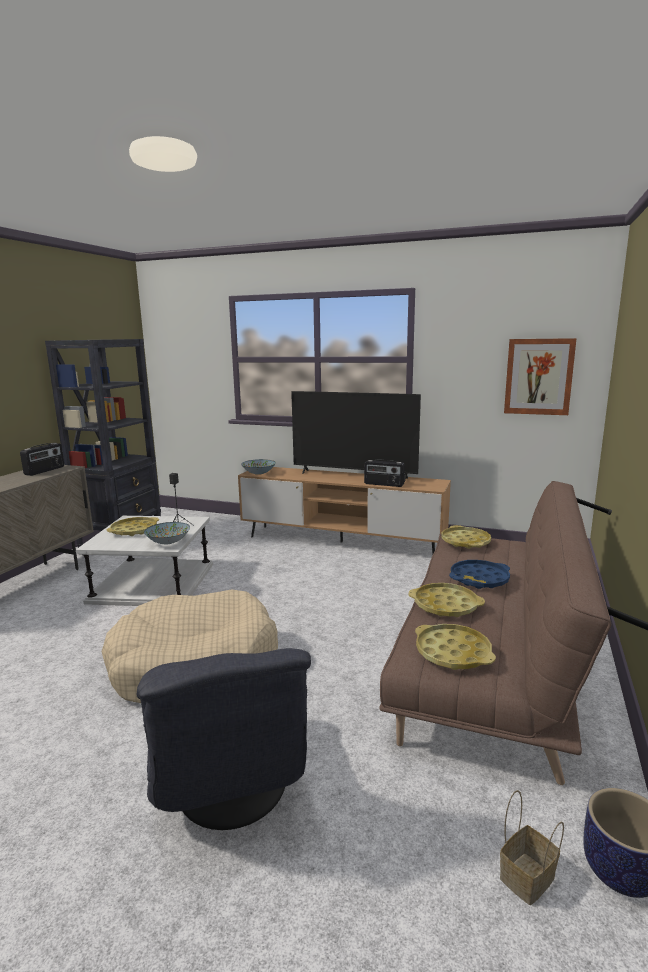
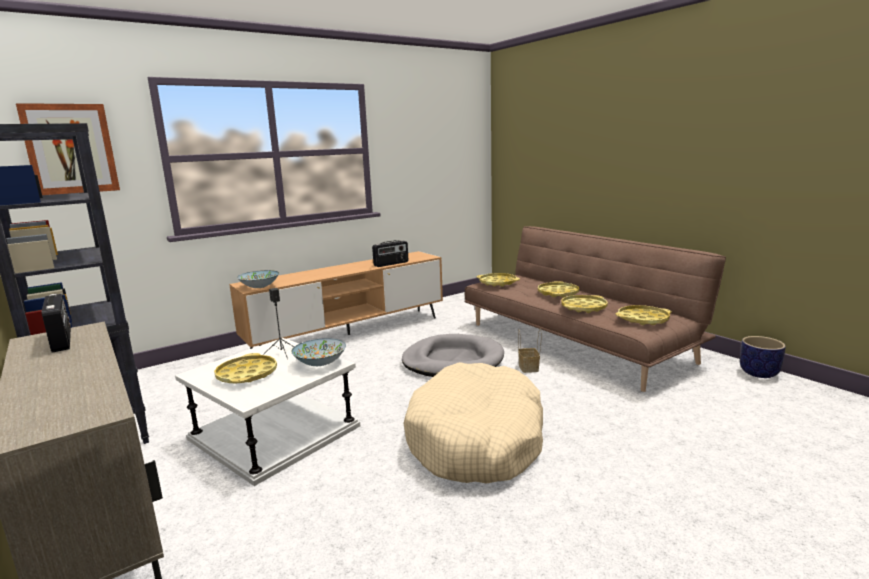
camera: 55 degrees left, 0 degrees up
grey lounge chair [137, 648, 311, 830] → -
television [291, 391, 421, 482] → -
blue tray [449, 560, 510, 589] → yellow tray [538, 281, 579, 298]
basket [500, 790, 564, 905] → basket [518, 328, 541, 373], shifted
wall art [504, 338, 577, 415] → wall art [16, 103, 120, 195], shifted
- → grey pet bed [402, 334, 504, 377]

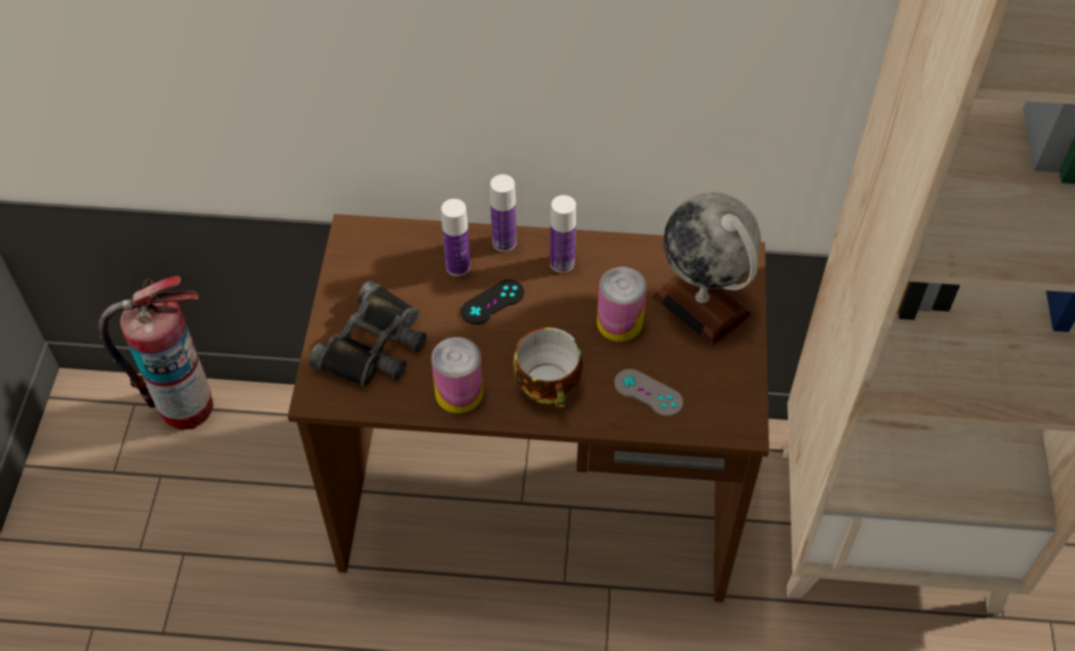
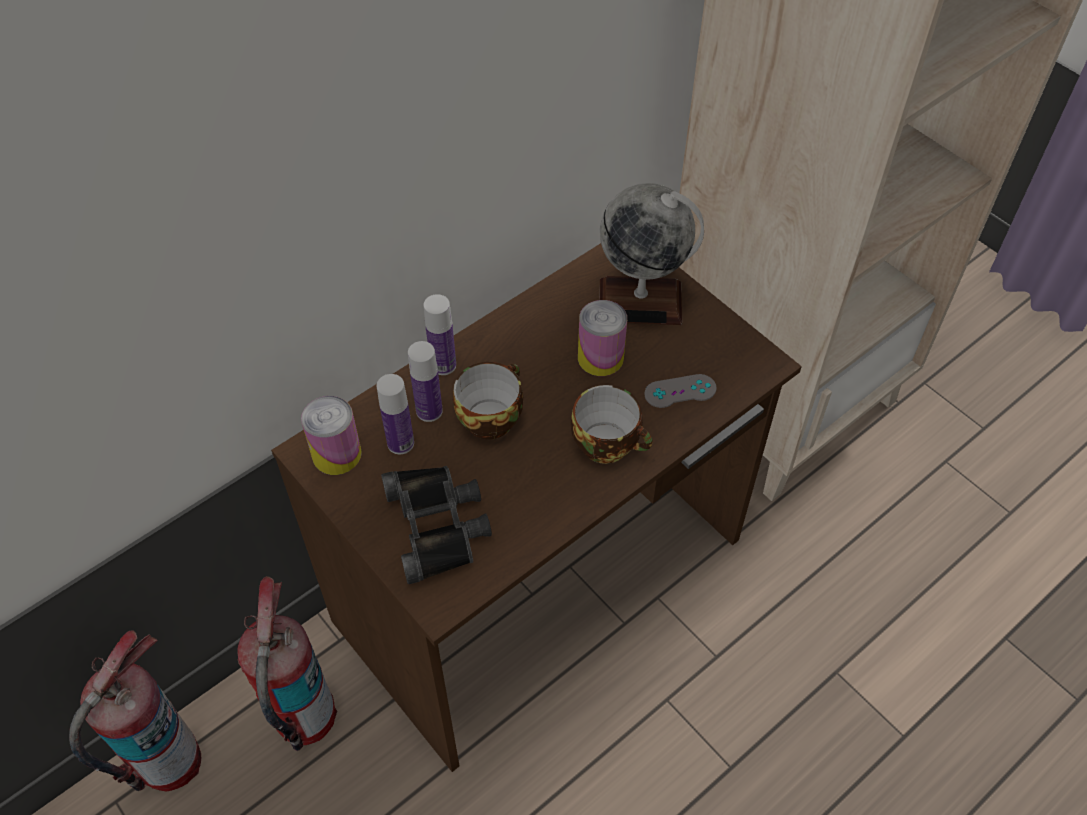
camera: 45 degrees left, 0 degrees up
metal can [431, 337, 483, 413] → metal can [301, 396, 362, 475], shifted
black-coloured game controller [461, 279, 524, 325] → cup [453, 362, 523, 440]
beverage bottle [550, 195, 576, 273] → beverage bottle [377, 374, 414, 454], shifted
- → fire-fighting cylinder [237, 576, 337, 751]

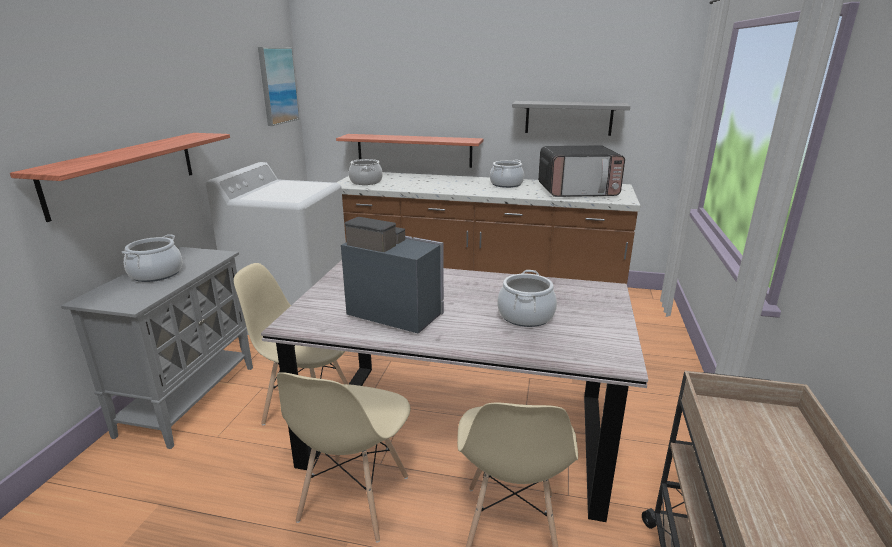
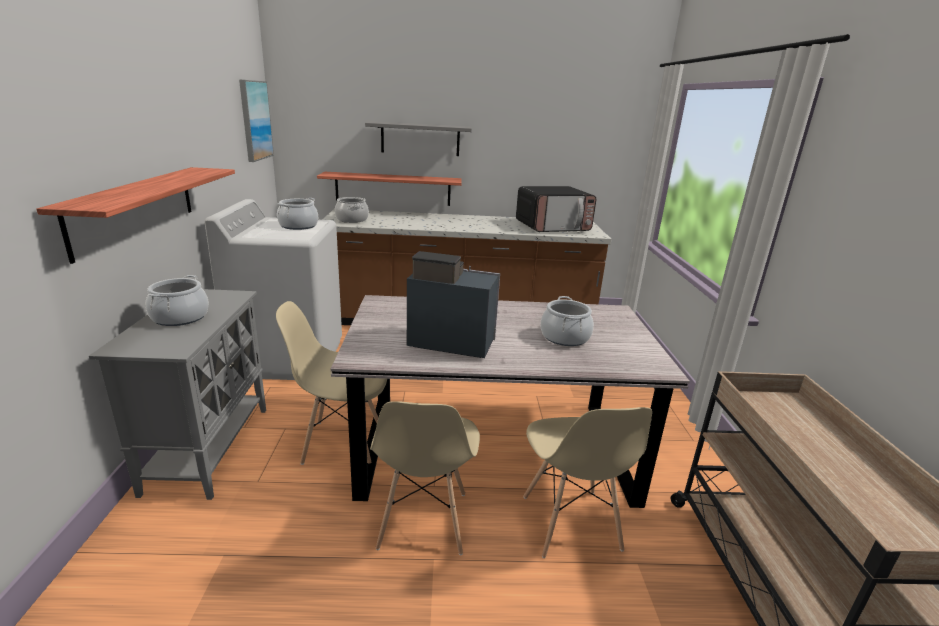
camera: 15 degrees left, 0 degrees up
cooking pot [490, 160, 524, 188] → cooking pot [277, 198, 318, 230], shifted
grey bracket shelf [512, 101, 630, 136] → grey bracket shelf [365, 121, 472, 156], shifted

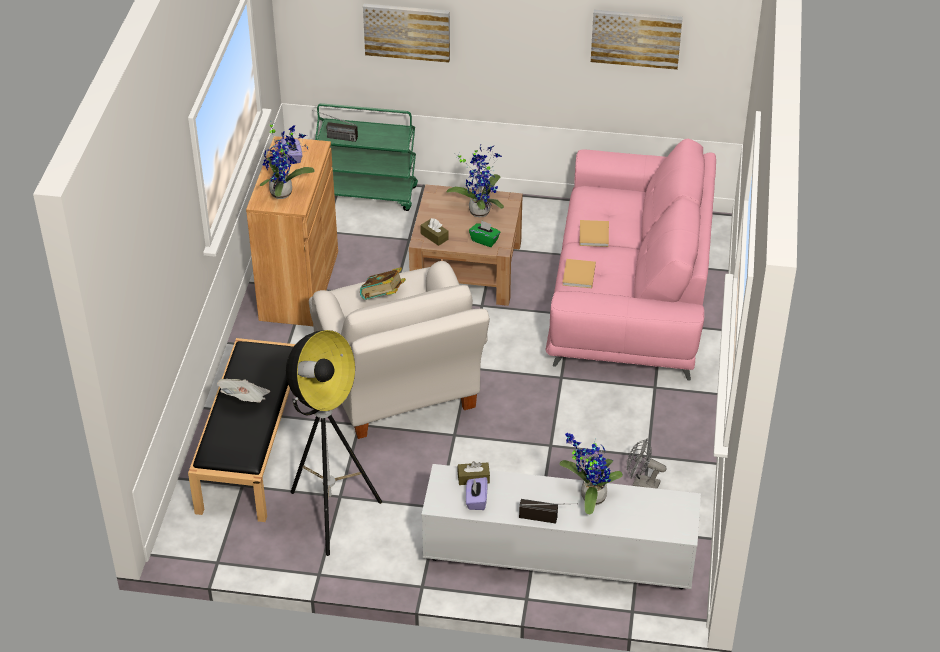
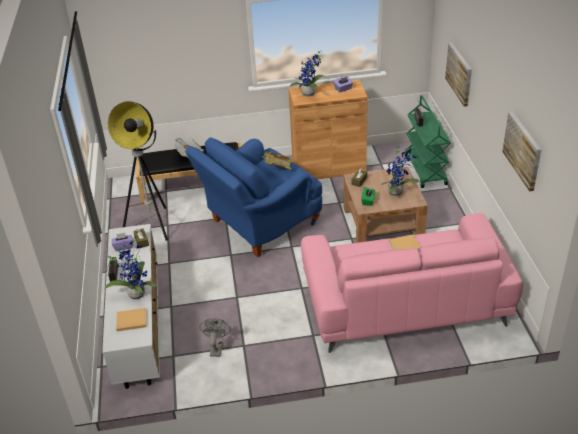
camera: 75 degrees right, 5 degrees down
whitish lounge chair [309, 261, 490, 439] → blue lounge chair [185, 137, 322, 257]
beige volume [562, 259, 596, 288] → beige volume [116, 308, 146, 331], shifted

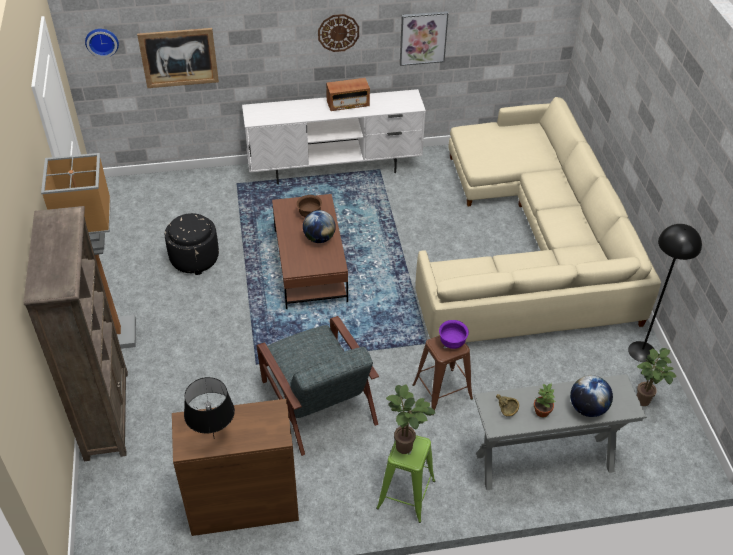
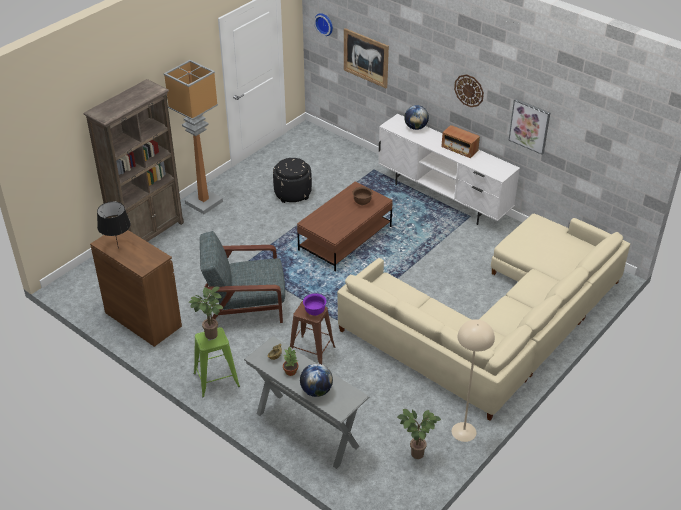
camera: 50 degrees right, 5 degrees down
grey lounge chair [257, 316, 379, 456] → grey lounge chair [200, 231, 285, 323], 60 degrees clockwise
globe [303, 210, 336, 243] → globe [404, 105, 429, 130], shifted
black-coloured standing lamp [628, 224, 702, 362] → beige standing lamp [452, 319, 495, 442]

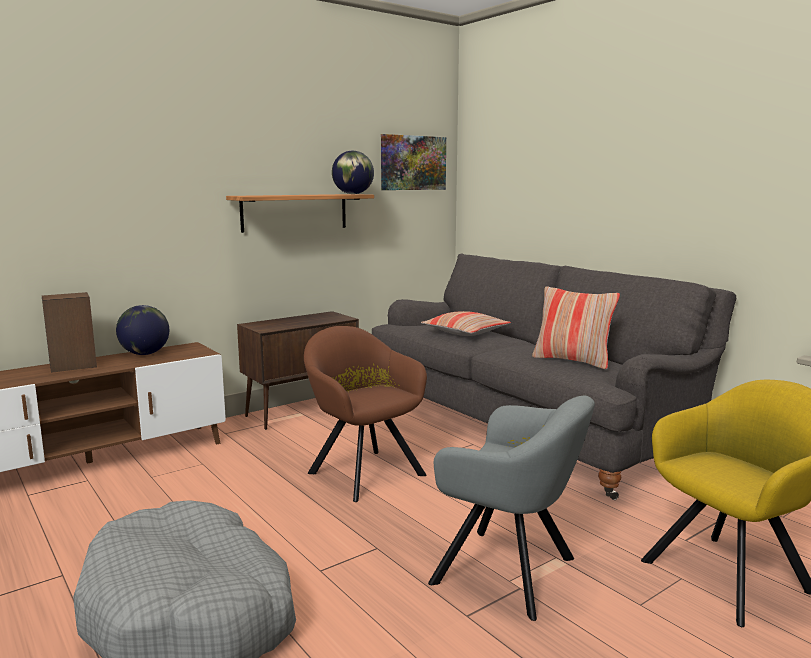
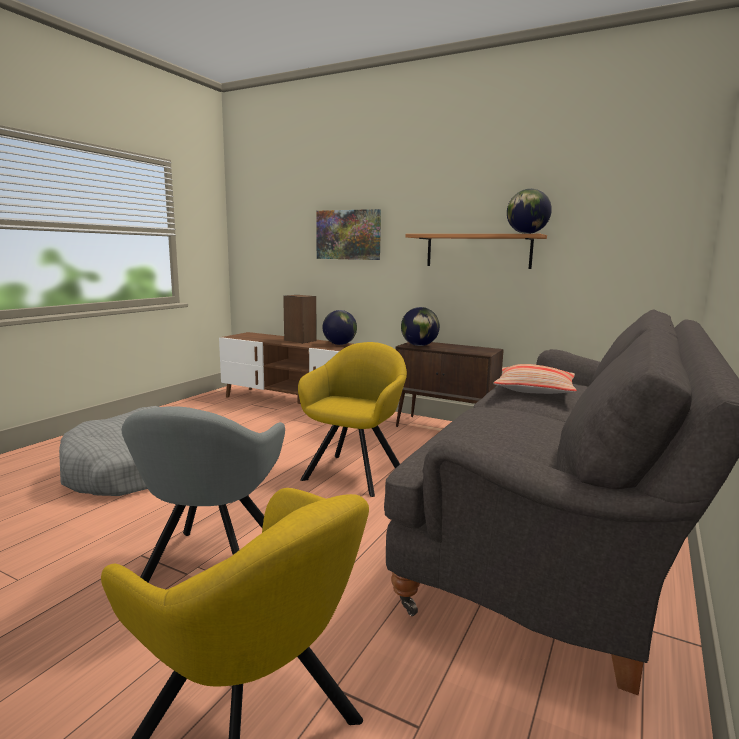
camera: 65 degrees right, 0 degrees up
brown lounge chair [304, 326, 427, 502] → yellow lounge chair [298, 342, 407, 497]
wall art [381, 134, 446, 190] → wall art [316, 209, 381, 260], shifted
cushion [532, 286, 620, 369] → -
- → globe [401, 307, 440, 346]

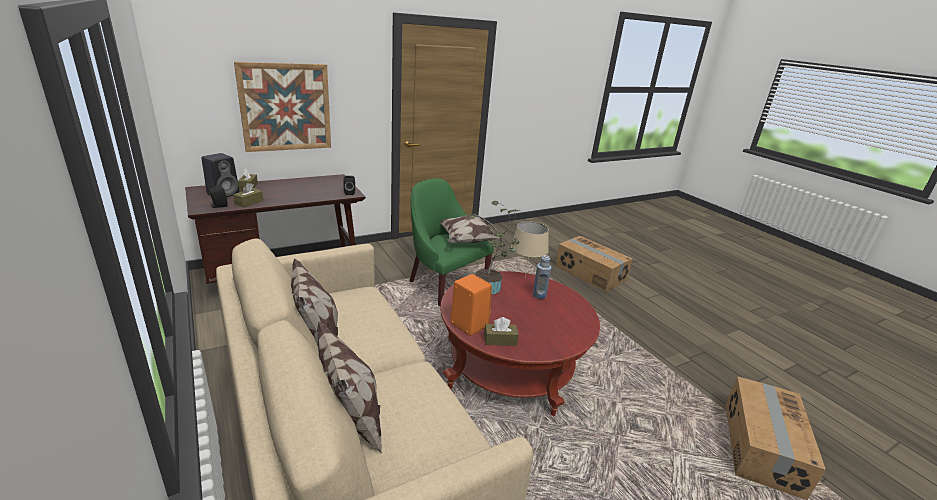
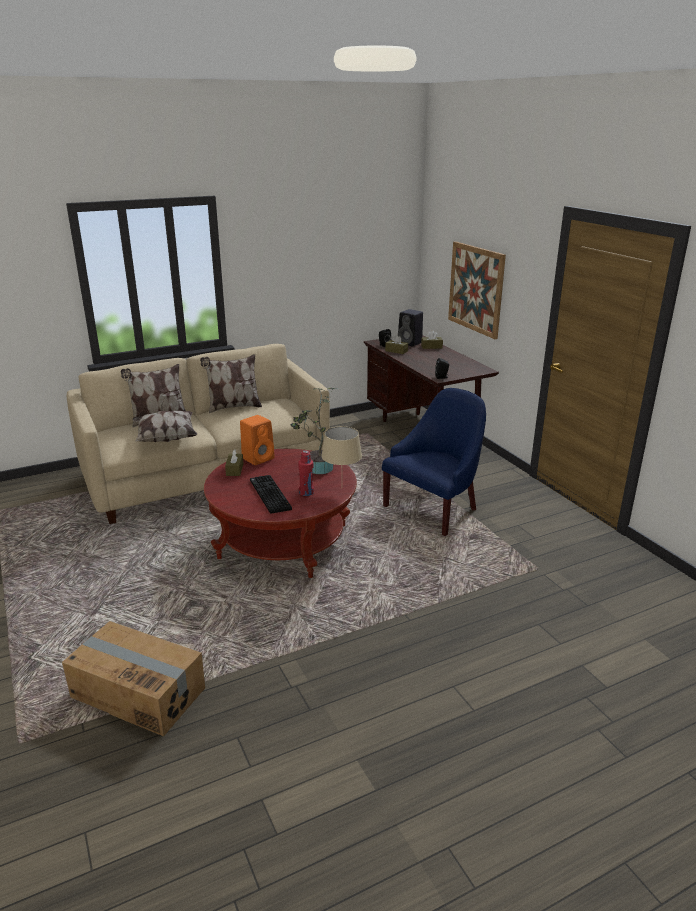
camera: 95 degrees right, 0 degrees up
green-coloured lounge chair [409, 178, 494, 306] → blue lounge chair [382, 388, 486, 536]
cushion [441, 215, 500, 243] → cushion [133, 411, 198, 442], shifted
blue beverage bottle [533, 255, 551, 299] → red-coloured beverage bottle [298, 450, 314, 496]
cardboard box [556, 236, 633, 292] → -
- → computer keyboard [250, 475, 292, 514]

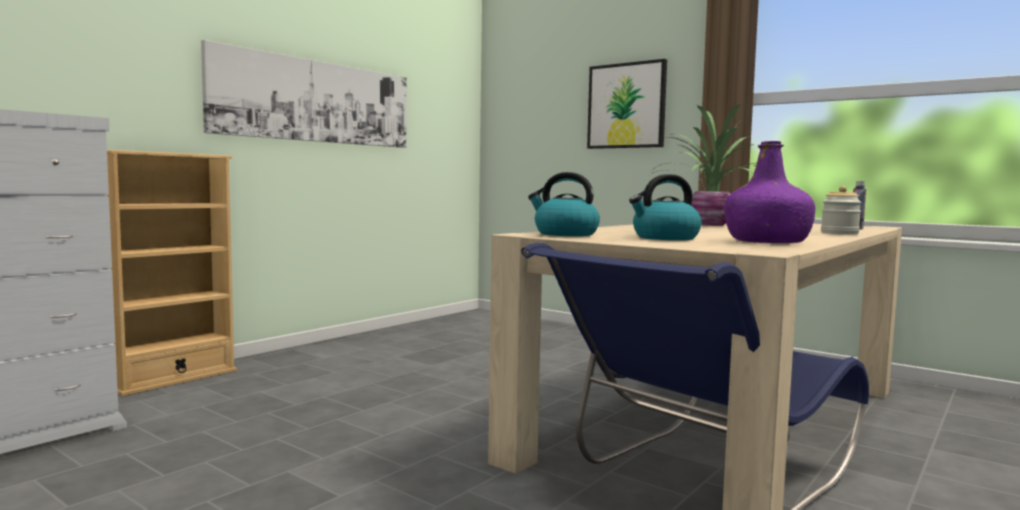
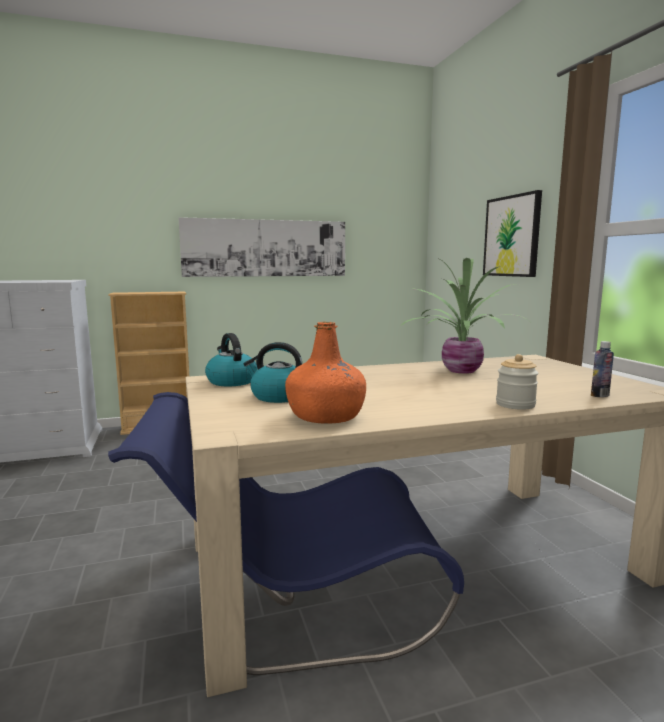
camera: 35 degrees right, 5 degrees up
purple beverage bottle [724, 141, 815, 243] → orangey beverage bottle [285, 321, 366, 424]

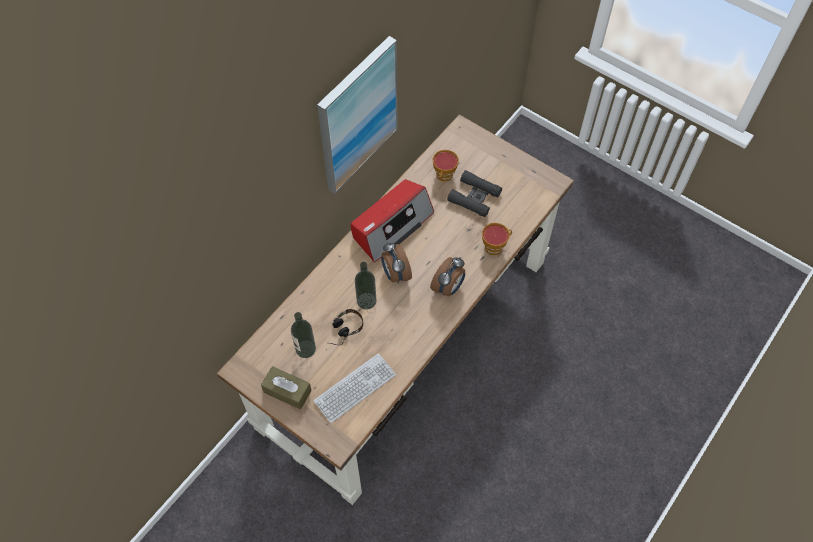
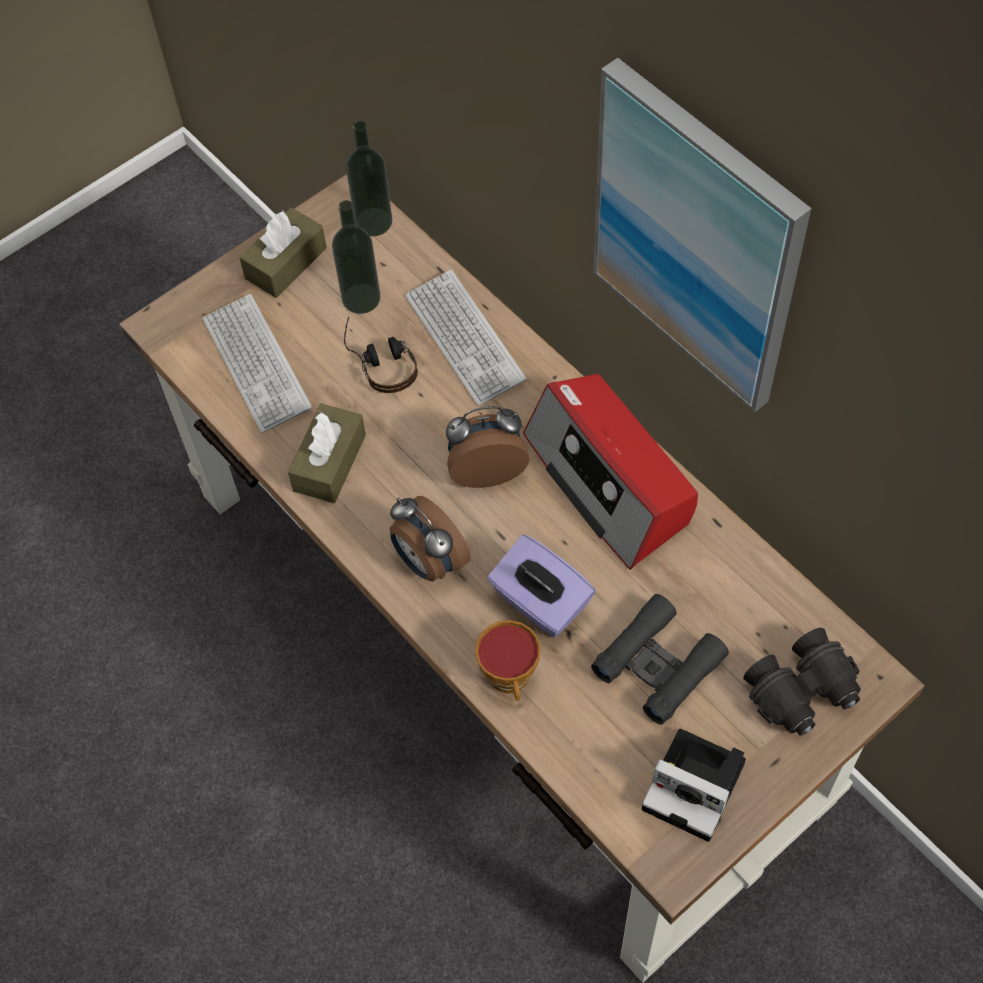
camera: 105 degrees right, 0 degrees up
beverage bottle [355, 262, 376, 310] → beverage bottle [346, 121, 392, 236], shifted
cup [432, 150, 459, 182] → -
- → brown tissue box [288, 404, 366, 503]
- → computer keyboard [405, 270, 527, 406]
- → purple tissue box [487, 535, 595, 638]
- → photo camera [642, 729, 746, 842]
- → black-coloured binoculars [743, 628, 861, 736]

